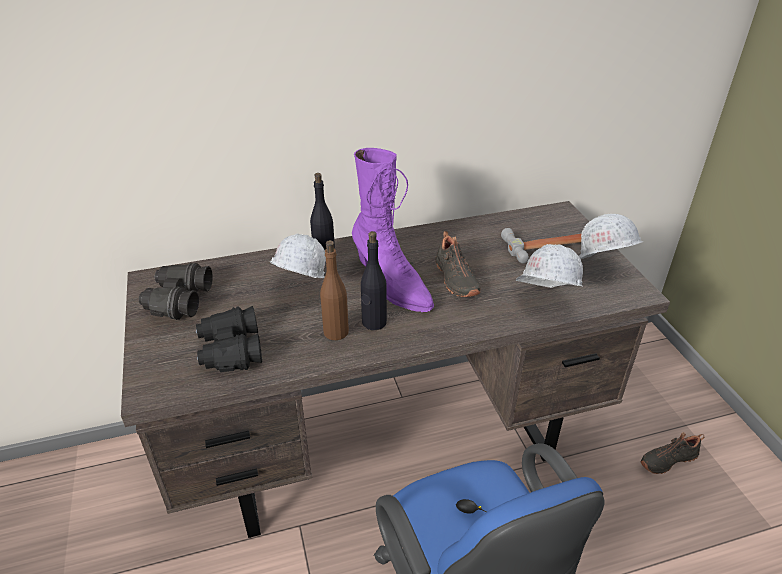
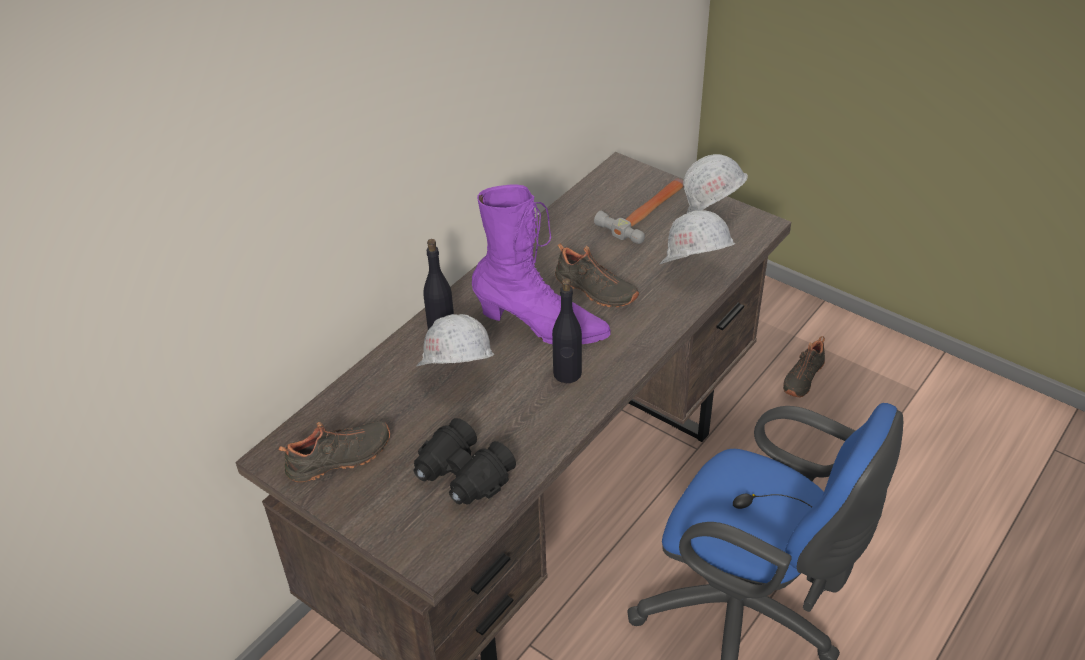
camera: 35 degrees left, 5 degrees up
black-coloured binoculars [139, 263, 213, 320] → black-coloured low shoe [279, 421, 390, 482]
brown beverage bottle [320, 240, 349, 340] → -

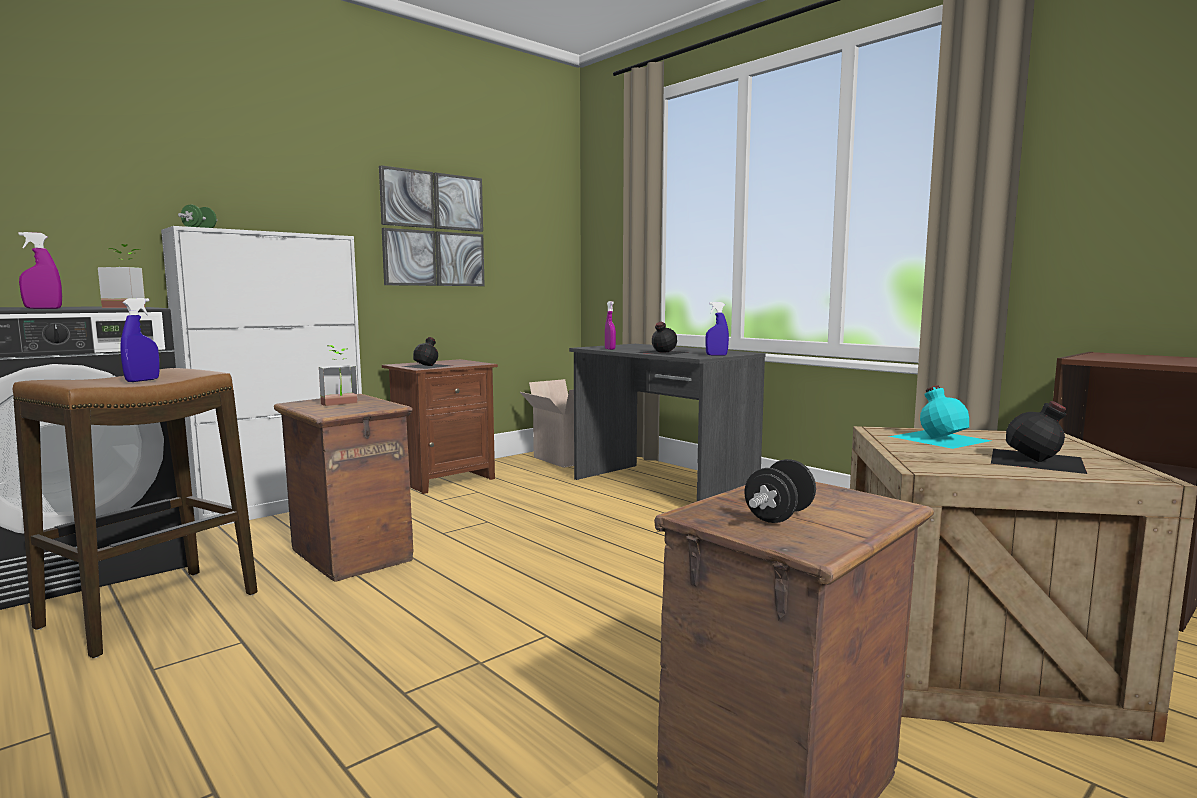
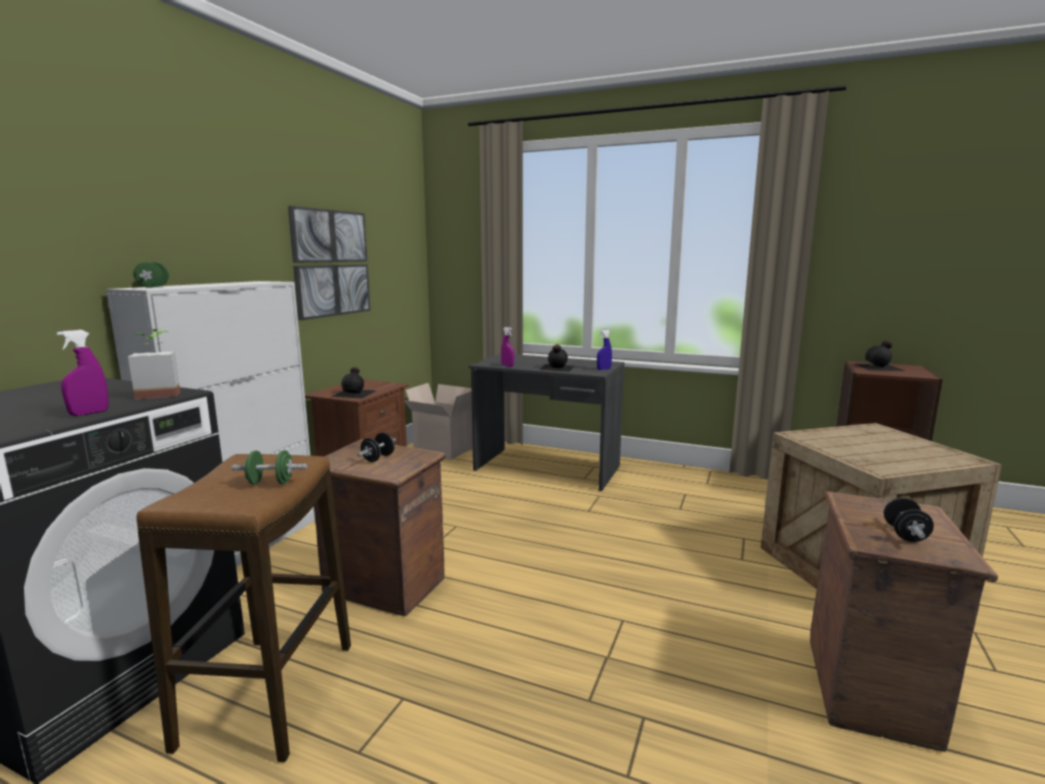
camera: 25 degrees left, 5 degrees up
blue hand sprayer [120, 298, 159, 382] → green-coloured free weight [231, 450, 307, 485]
plant in a pot [319, 345, 358, 406] → black-coloured free weight [357, 432, 396, 462]
turquoise beverage bottle [889, 385, 991, 449] → -
black-coloured beverage bottle [991, 401, 1087, 474] → black-coloured beverage bottle [854, 341, 905, 371], shifted

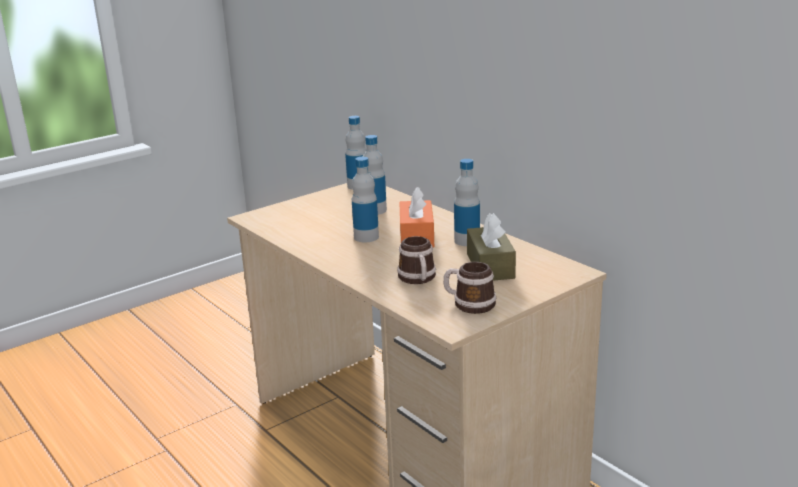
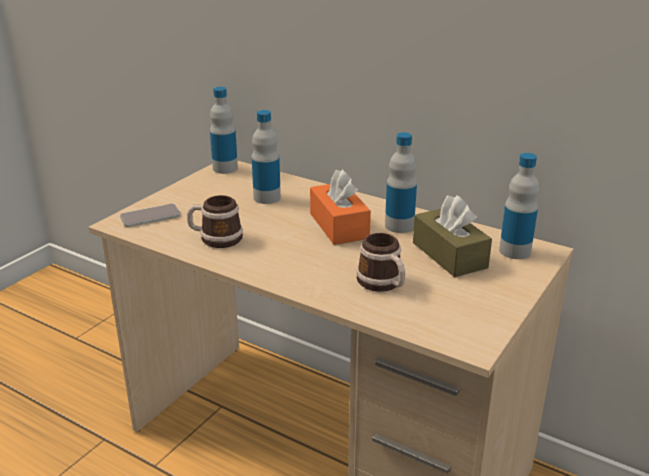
camera: 20 degrees left, 5 degrees up
beverage bottle [352, 157, 379, 242] → beverage bottle [499, 153, 539, 259], shifted
tea mug [444, 262, 496, 314] → tea mug [187, 195, 243, 248], shifted
- → phone [120, 204, 181, 227]

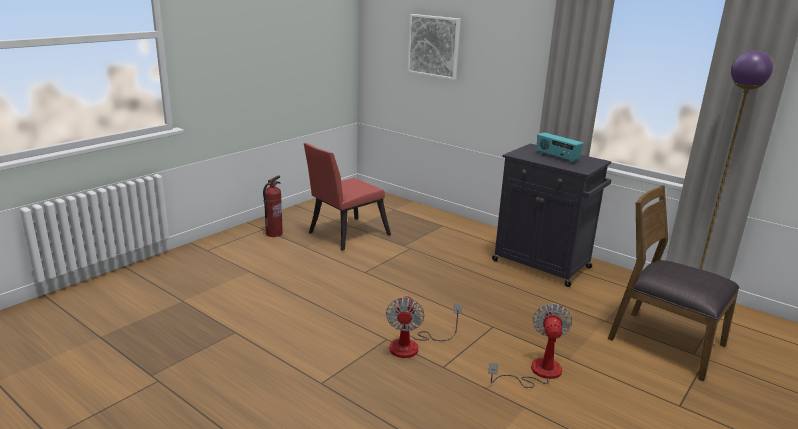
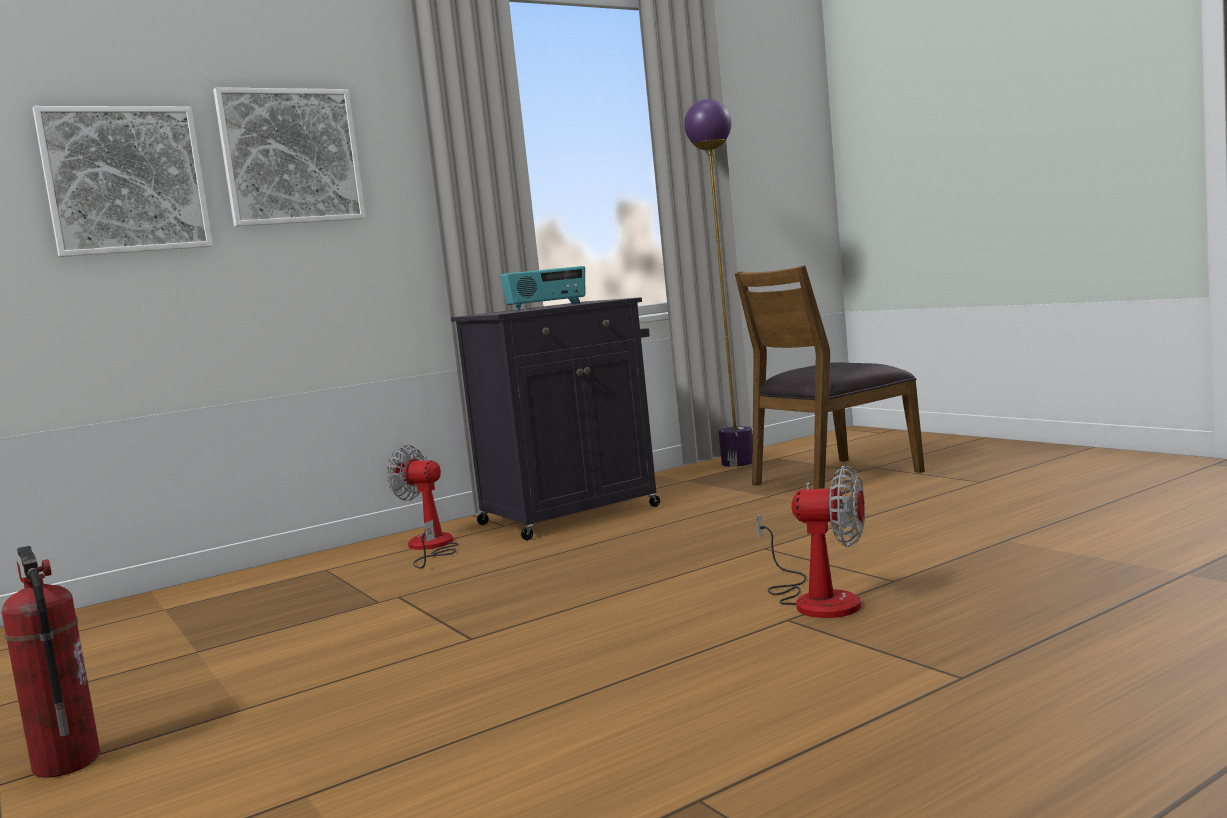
camera: 70 degrees left, 15 degrees down
red-coloured chair [304, 143, 391, 251] → -
cooling fan [488, 303, 572, 388] → cooling fan [386, 445, 458, 569], shifted
- → wall art [213, 87, 366, 227]

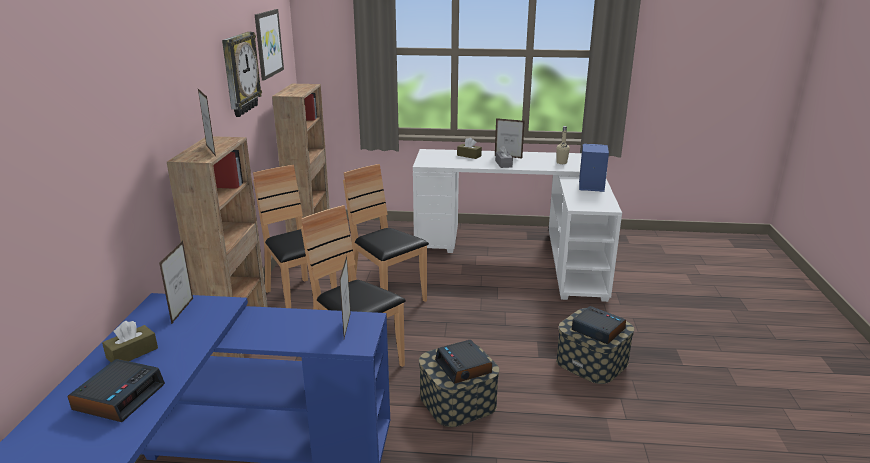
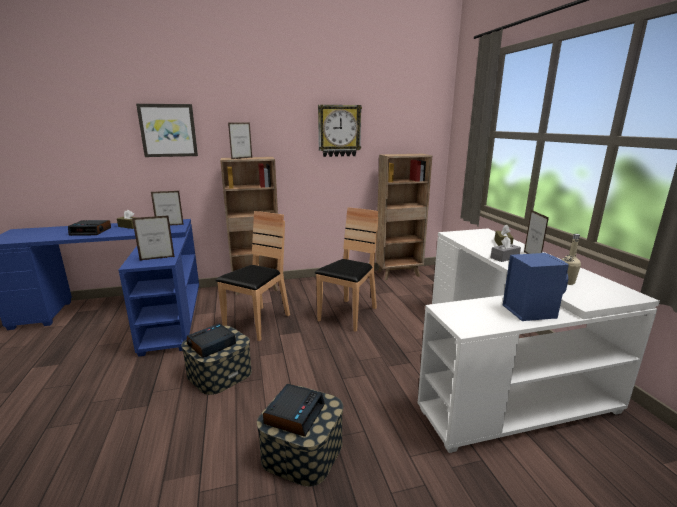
camera: 70 degrees right, 5 degrees down
brown chair [253, 165, 337, 308] → -
wall art [255, 9, 284, 81] → wall art [136, 104, 198, 157], shifted

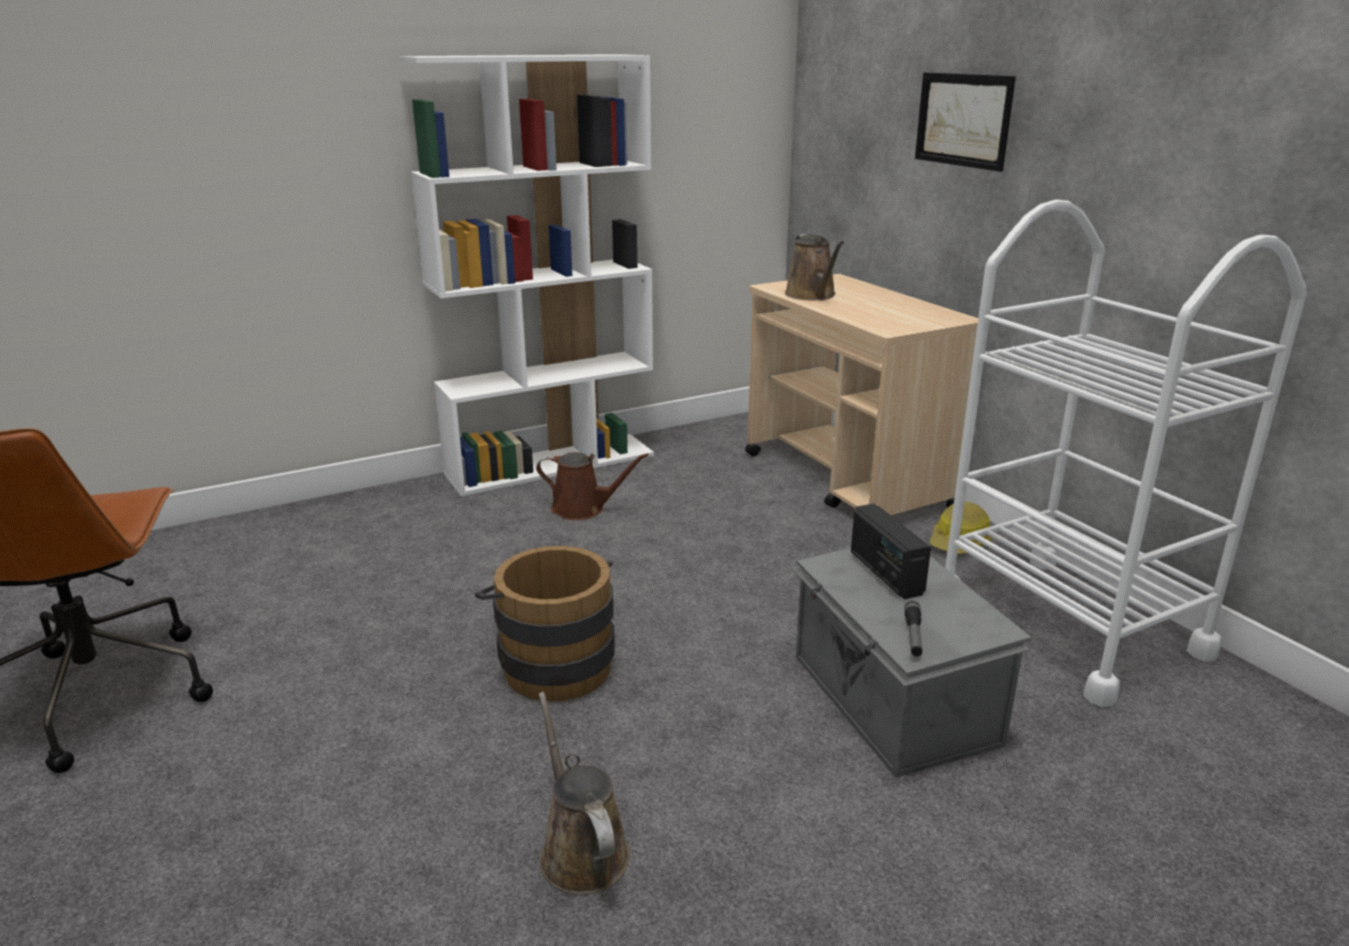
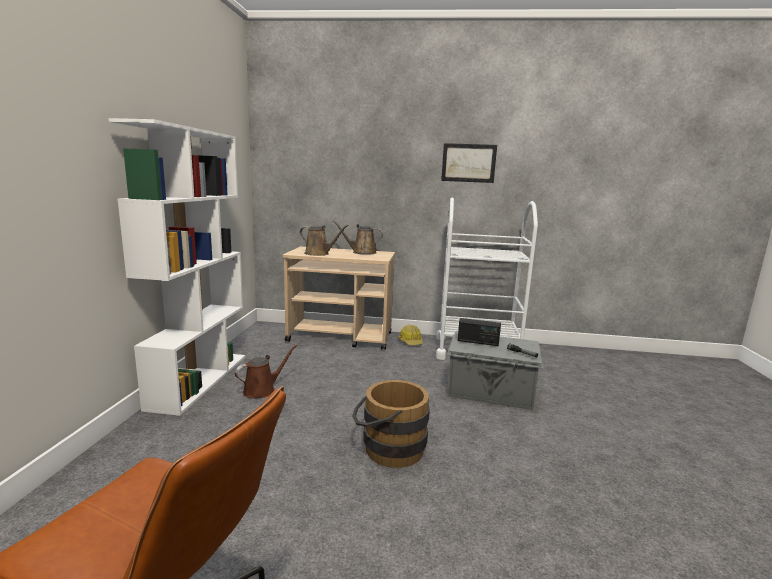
camera: 55 degrees left, 10 degrees down
brown sprinkling can [539, 692, 630, 895] → brown sprinkling can [333, 220, 383, 255], shifted
wall art [915, 72, 1016, 172] → wall art [441, 143, 497, 183], shifted

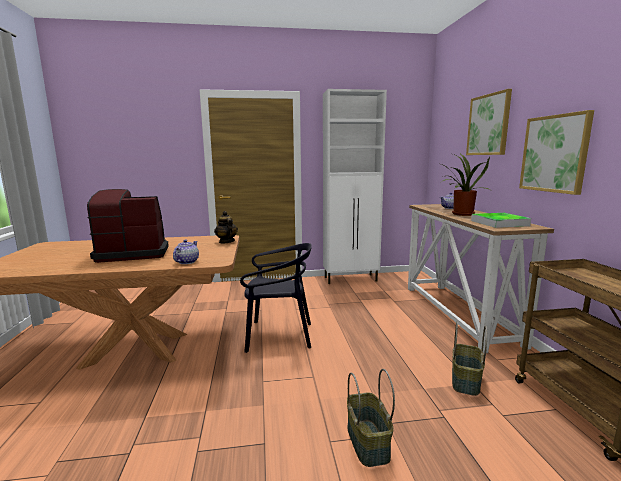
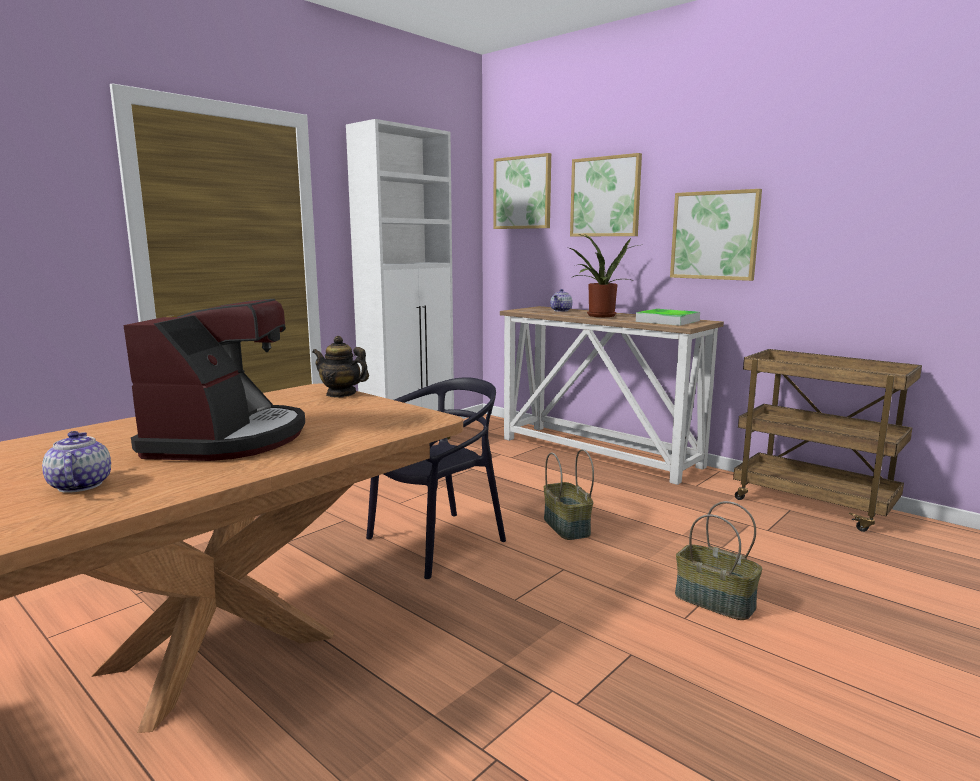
camera: 40 degrees left, 0 degrees up
coffee maker [87, 189, 169, 263] → coffee maker [123, 299, 305, 461], 150 degrees clockwise
teapot [173, 240, 199, 264] → teapot [42, 431, 111, 493], shifted
basket [452, 321, 487, 396] → basket [543, 449, 594, 540], shifted
- → wall art [494, 153, 551, 229]

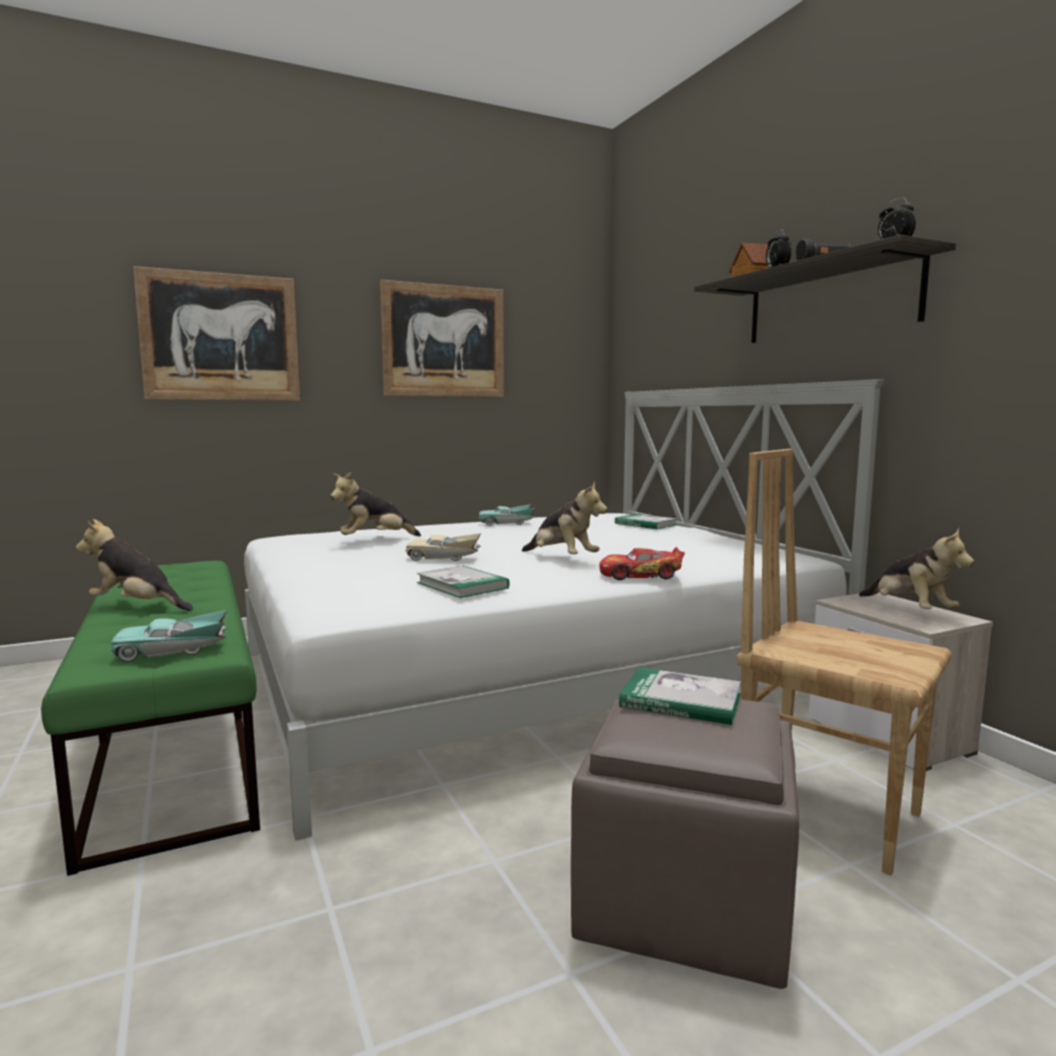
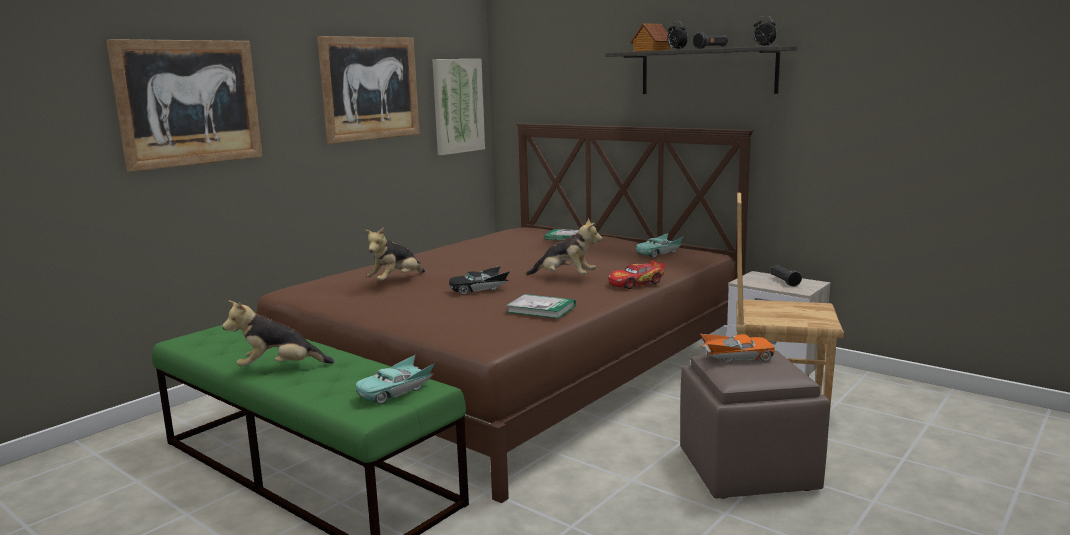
camera: 25 degrees left, 5 degrees up
whitish bedroom bed [244, 379, 884, 841] → brown bedroom bed [257, 123, 753, 503]
beige toy car [406, 533, 481, 561] → black-coloured toy car [449, 266, 510, 295]
turquoise toy car [479, 504, 536, 526] → turquoise toy car [636, 233, 684, 258], shifted
volume [619, 667, 741, 725] → orangey toy car [700, 334, 775, 363]
cuddly toy [859, 528, 974, 609] → black-coloured hand torch [771, 265, 802, 287]
- → wall art [432, 59, 485, 155]

